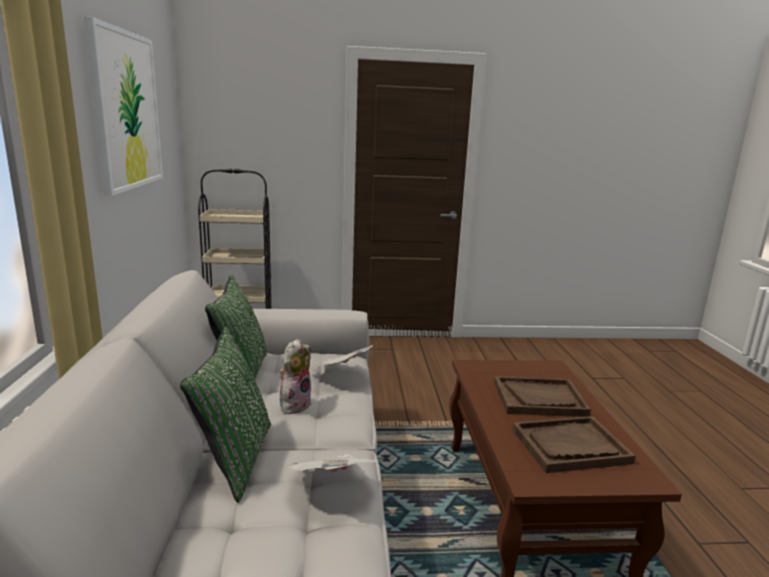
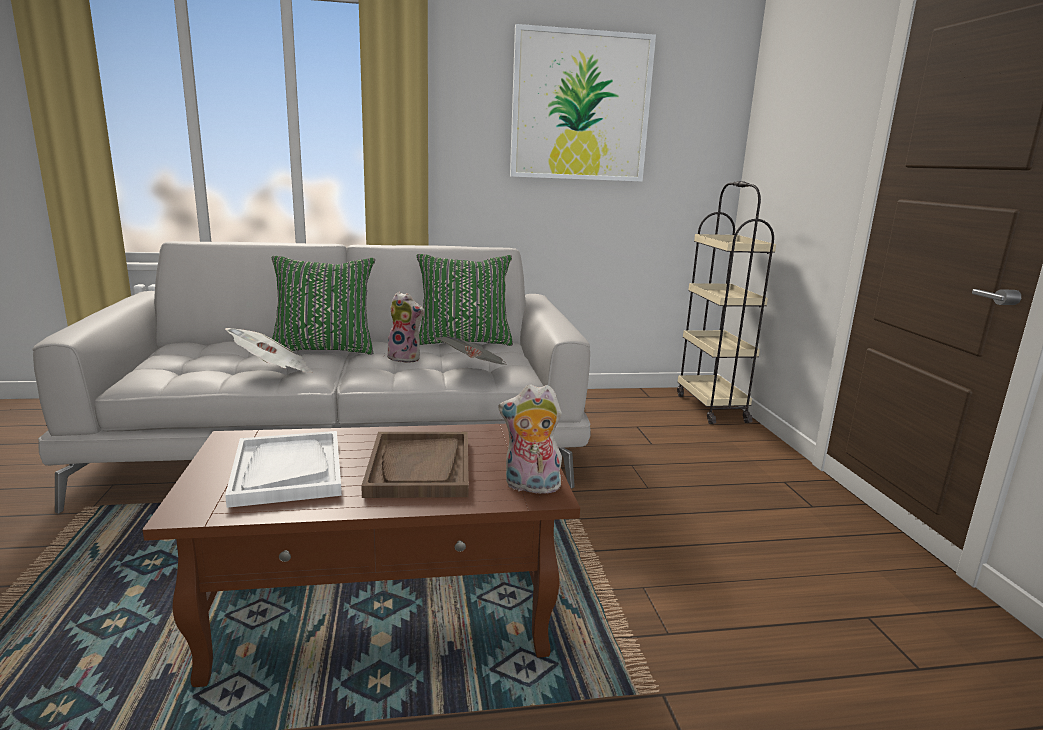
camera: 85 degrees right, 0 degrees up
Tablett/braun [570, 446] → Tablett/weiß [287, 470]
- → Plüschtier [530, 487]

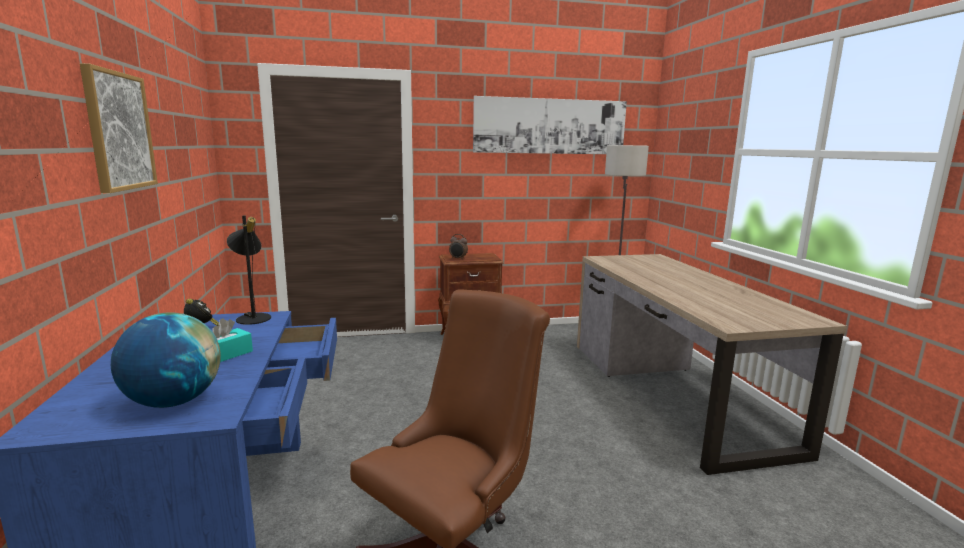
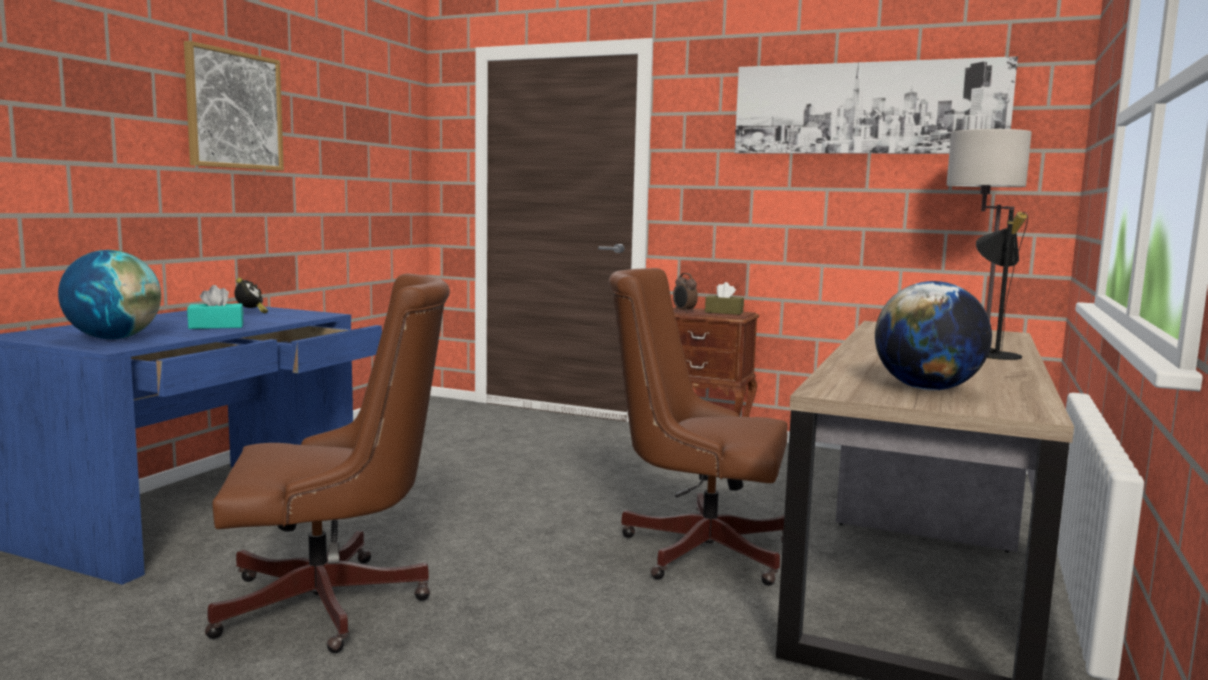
camera: 35 degrees right, 5 degrees down
Tischlampe/schwarz [253, 317] → Tischlampe/schwarz [993, 354], shifted
- → Bürostuhl/braun [695, 548]
- → Taschentuchbox/braun [724, 312]
- → Globus [927, 389]

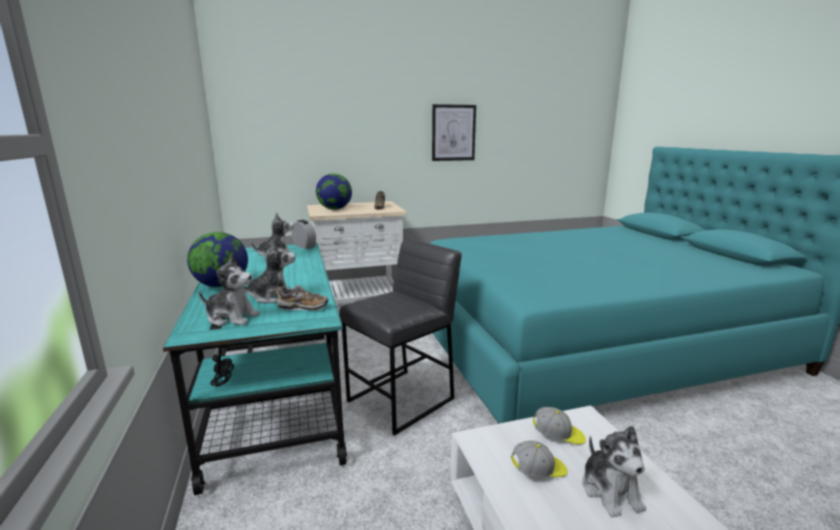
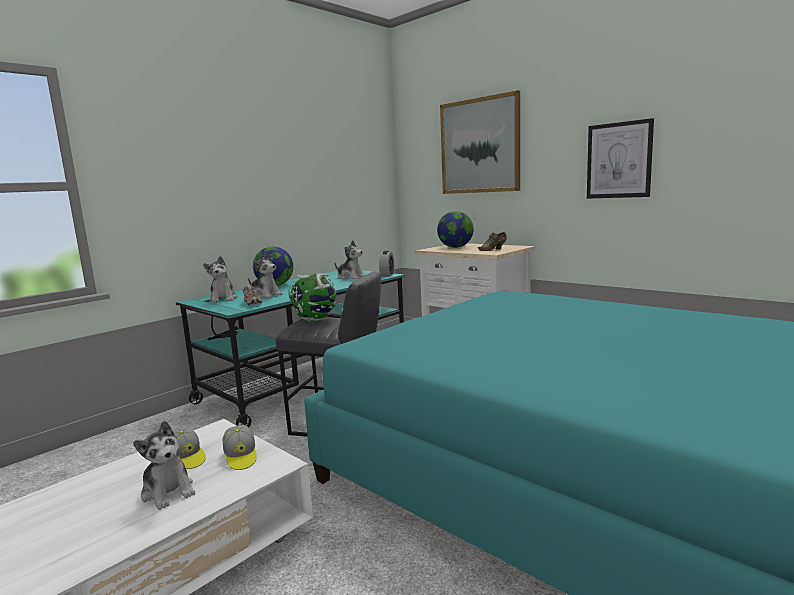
camera: 60 degrees right, 5 degrees down
Plüschtier [610, 491] → Plüschtier [168, 491], 90 degrees counterclockwise
- → Globus [315, 320]
- → Bild [479, 146]

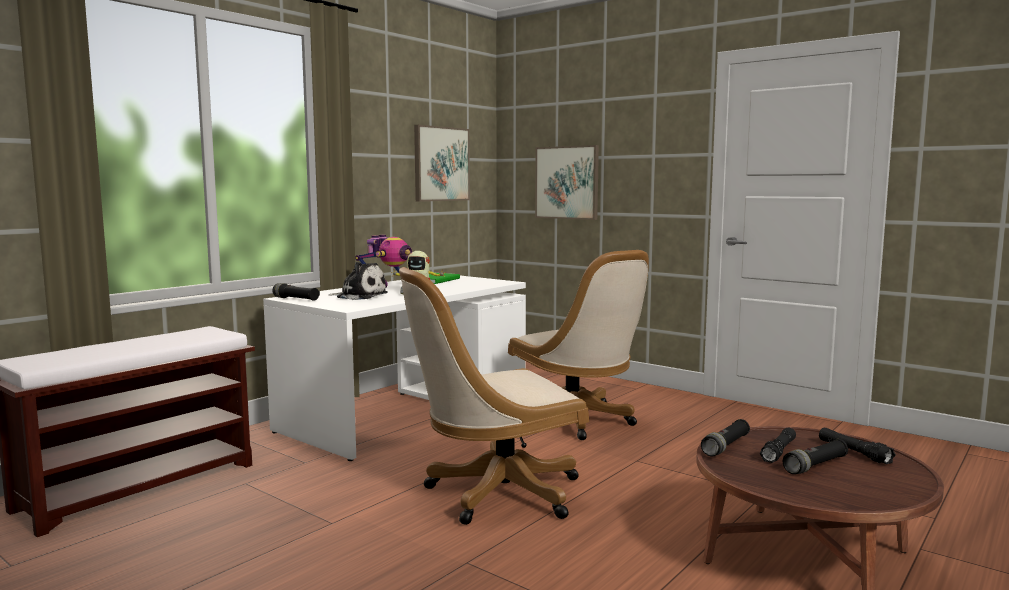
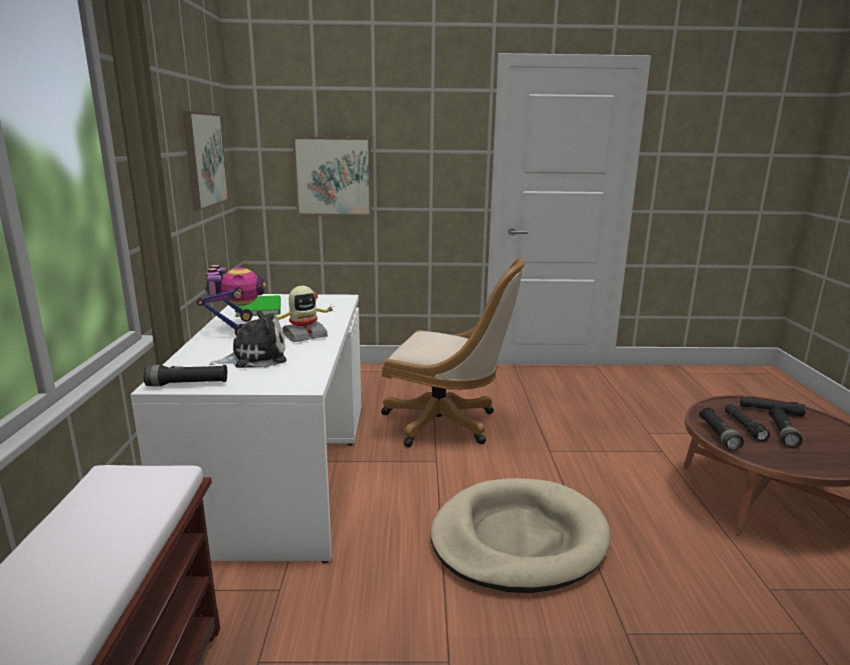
camera: 40 degrees left, 10 degrees up
Bürostuhl [493, 494] → Hundebett/beige [518, 539]

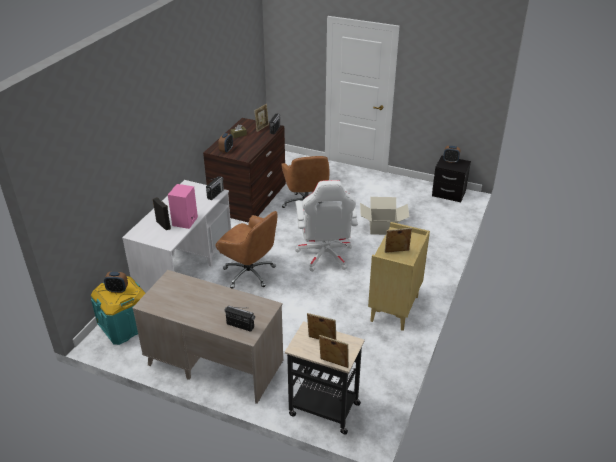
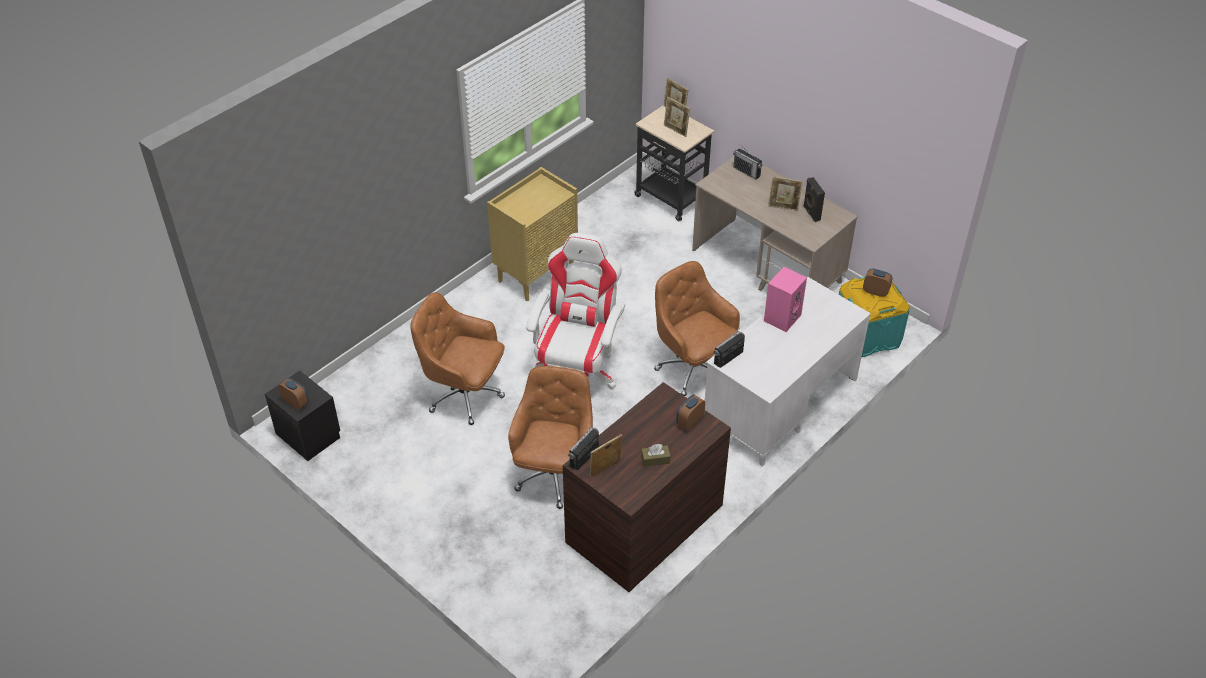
camera: 160 degrees left, 10 degrees up
Lautsprecher/schwarz [164, 225] → Lautsprecher/schwarz [811, 213], shifted
Karton [383, 228] → Bürostuhl/braun [465, 395]
Bilderrahmen [396, 252] → Bilderrahmen [783, 207], shifted

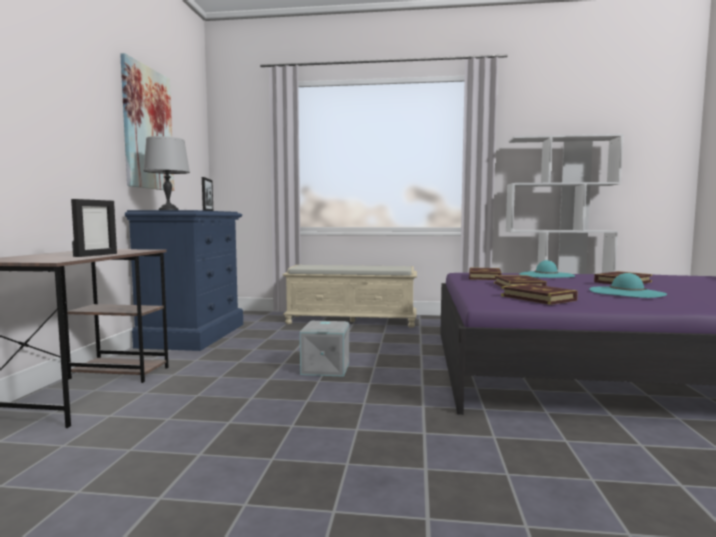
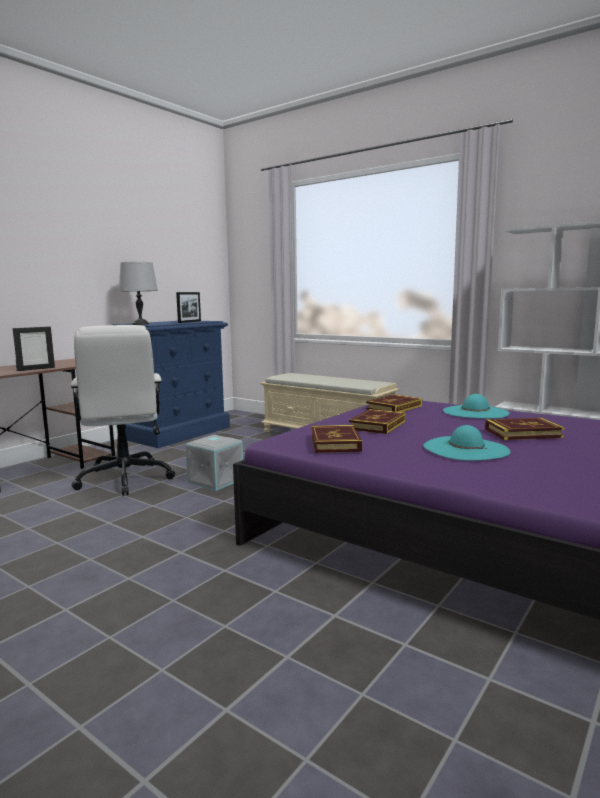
camera: 30 degrees right, 5 degrees up
Bild [147, 128] → -
- → Bürostuhl/weiß [125, 481]

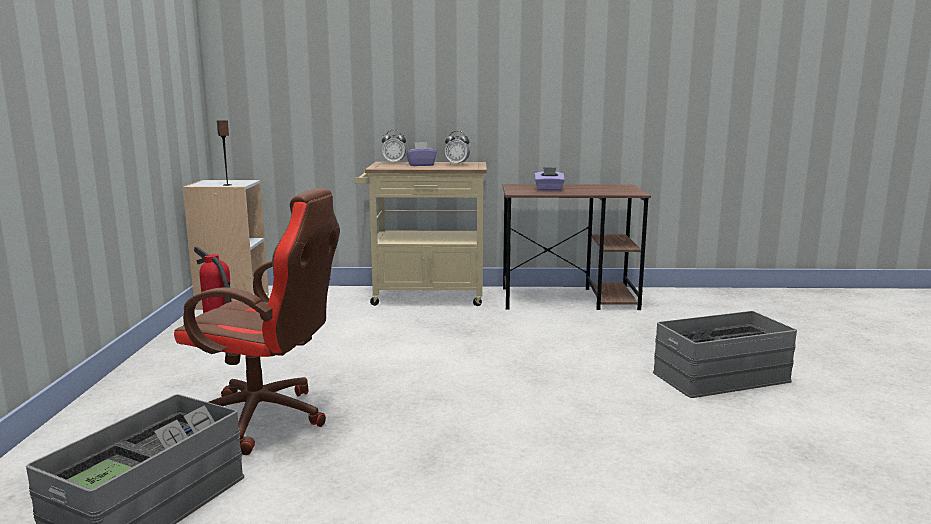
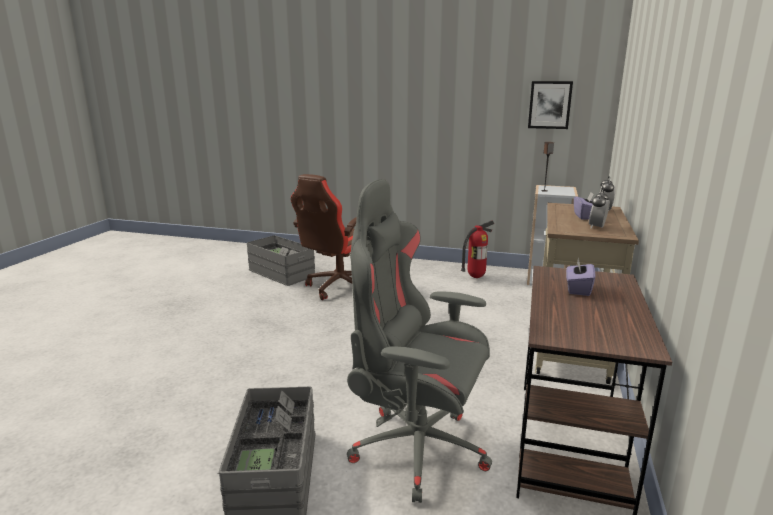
camera: 105 degrees right, 5 degrees up
- → Bürostuhl/grau [420, 450]
- → Bild [549, 105]

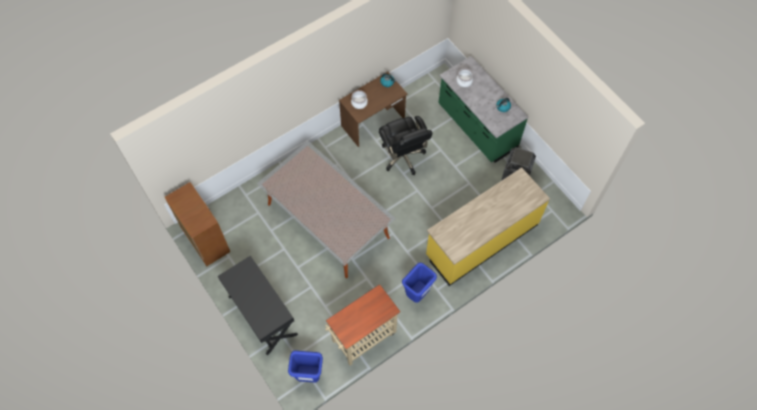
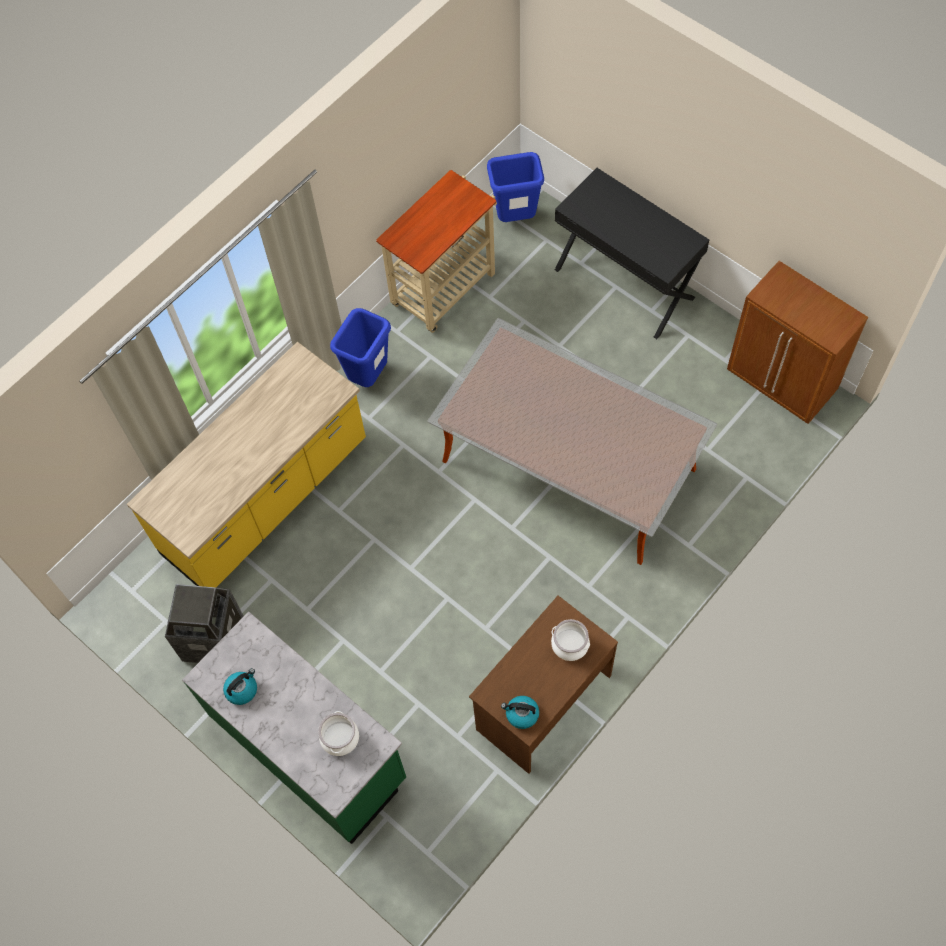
camera: 170 degrees right, 0 degrees up
Bürostuhl/schwarz [403, 158] → -

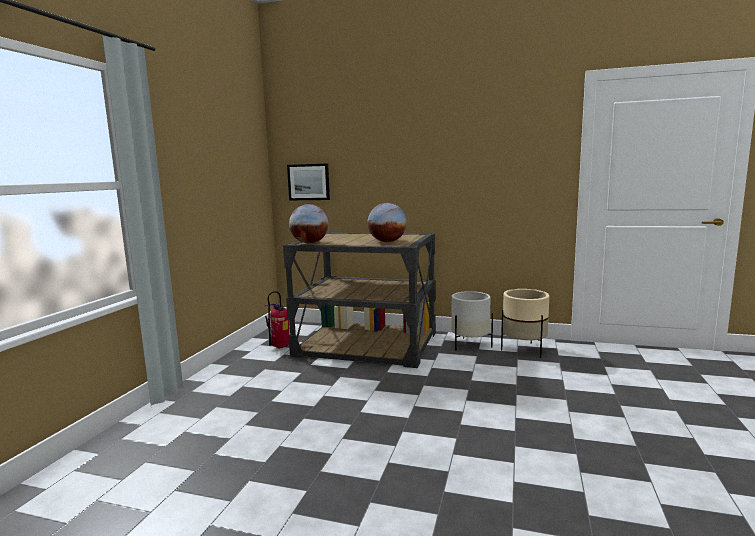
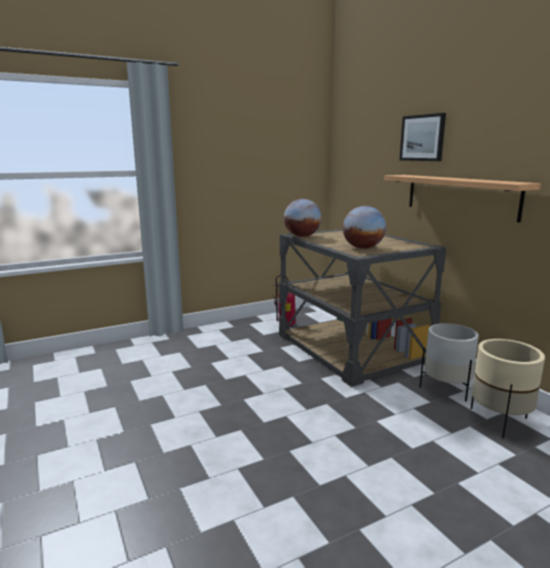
camera: 45 degrees right, 5 degrees up
Bild [309, 182] → Bild [422, 138], shifted
- → Wandregal [460, 196]

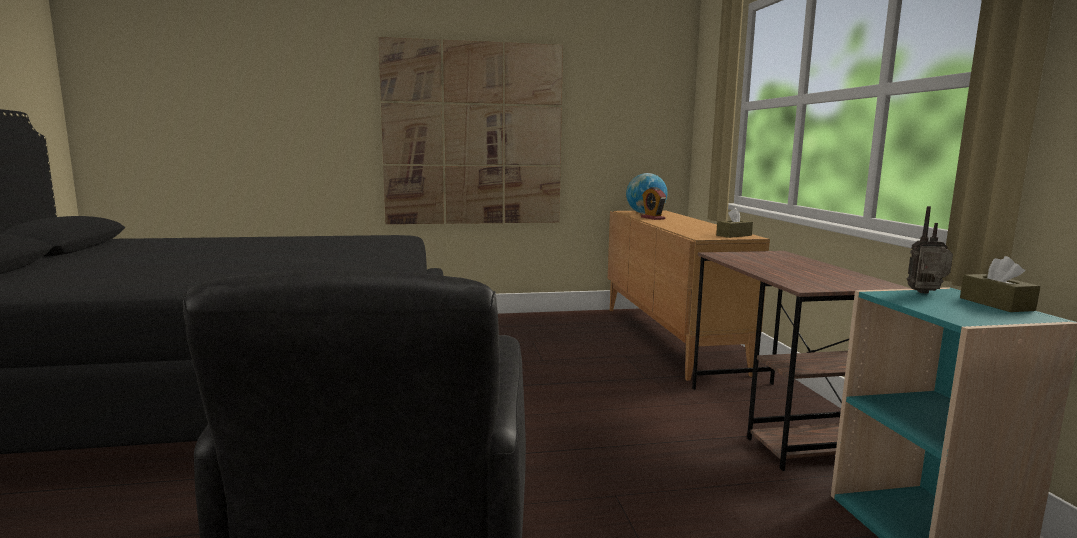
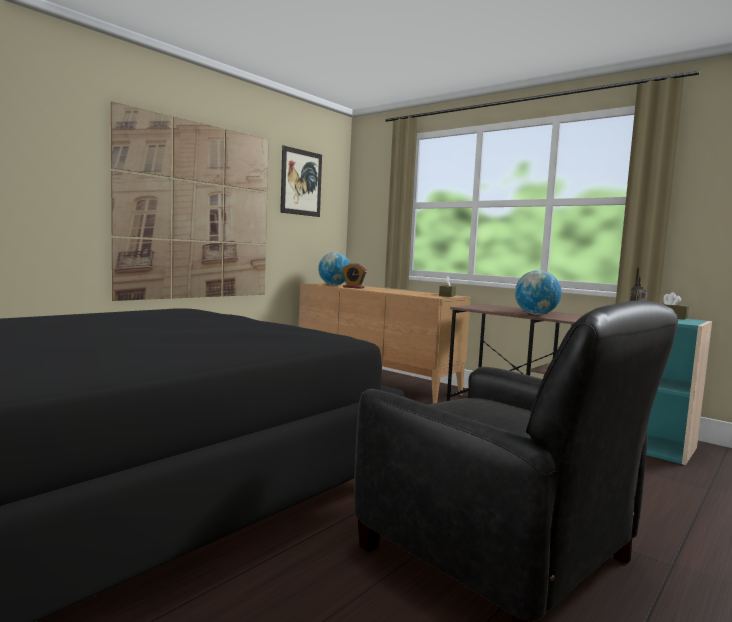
camera: 40 degrees left, 5 degrees down
- → Bild [301, 182]
- → Globus [535, 314]

